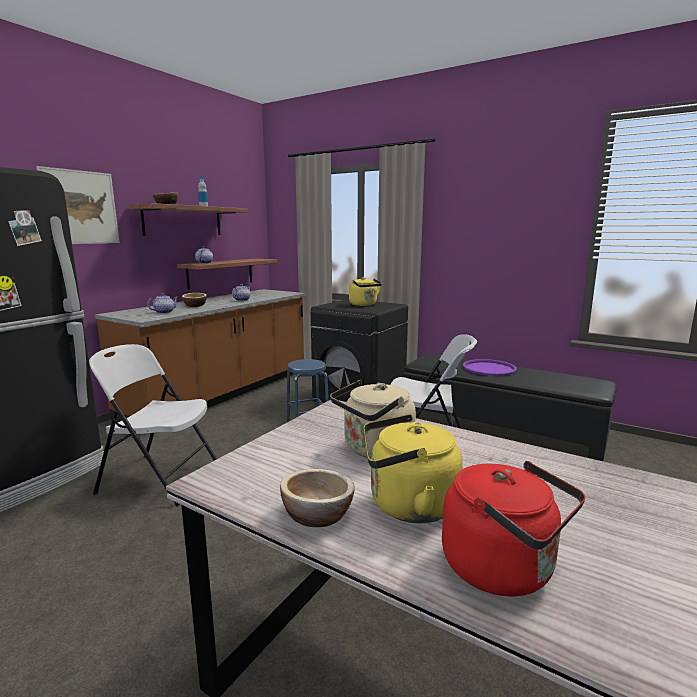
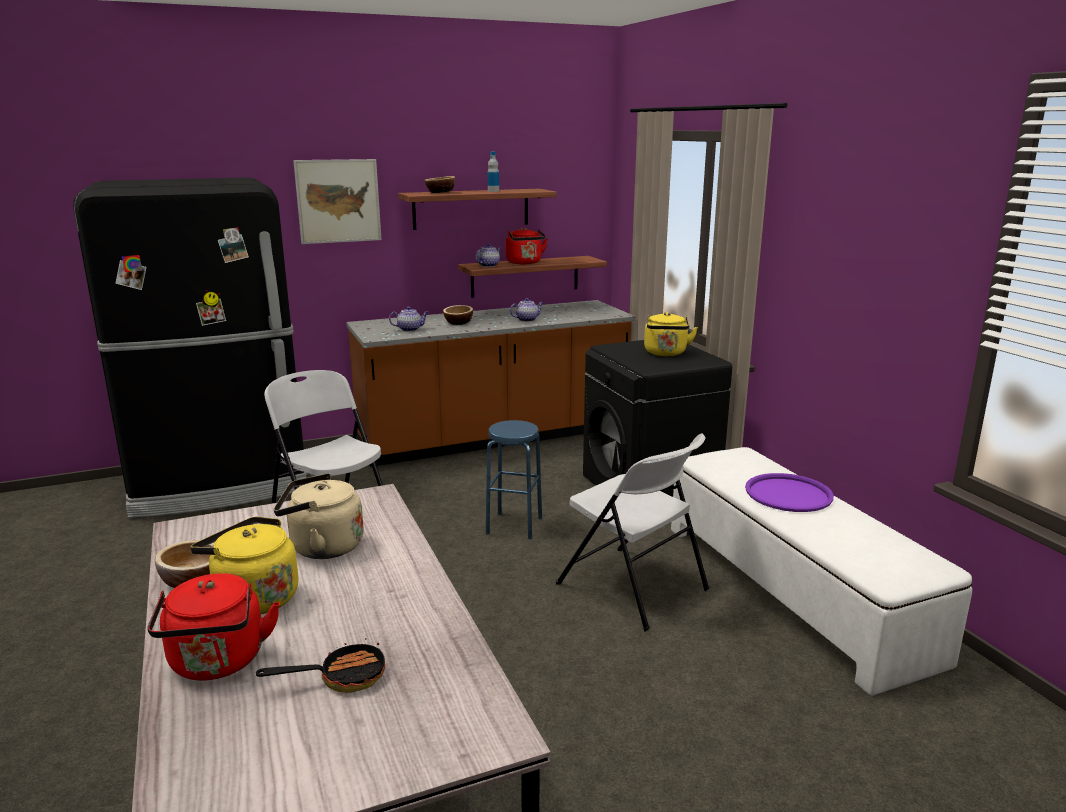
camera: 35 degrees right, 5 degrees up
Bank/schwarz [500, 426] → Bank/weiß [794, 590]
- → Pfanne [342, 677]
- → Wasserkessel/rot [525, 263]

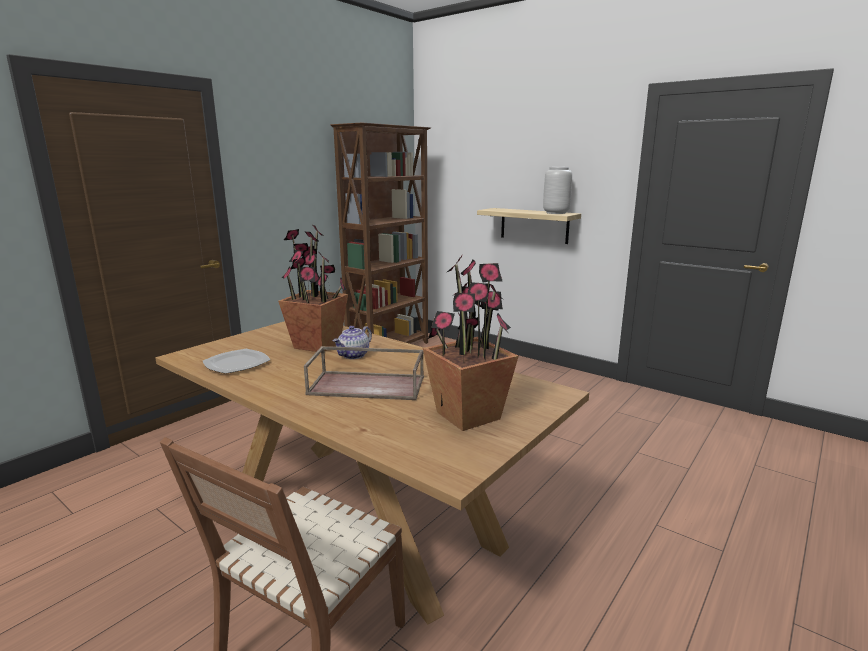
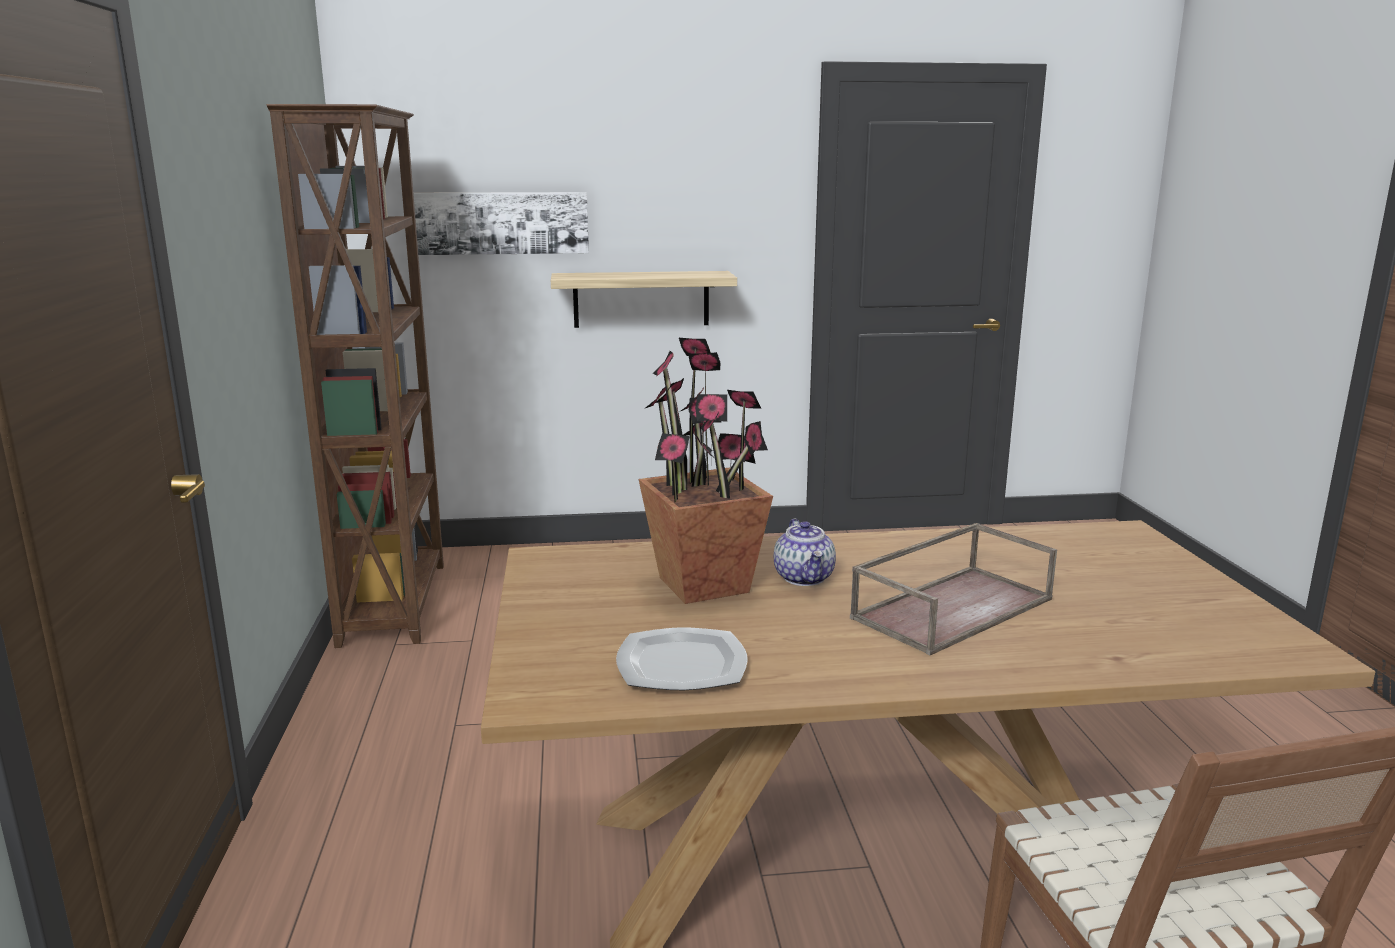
camera: 45 degrees left, 0 degrees up
Topfpflanze [468, 415] → -
Vase/grau [556, 213] → -
- → Bild [497, 223]

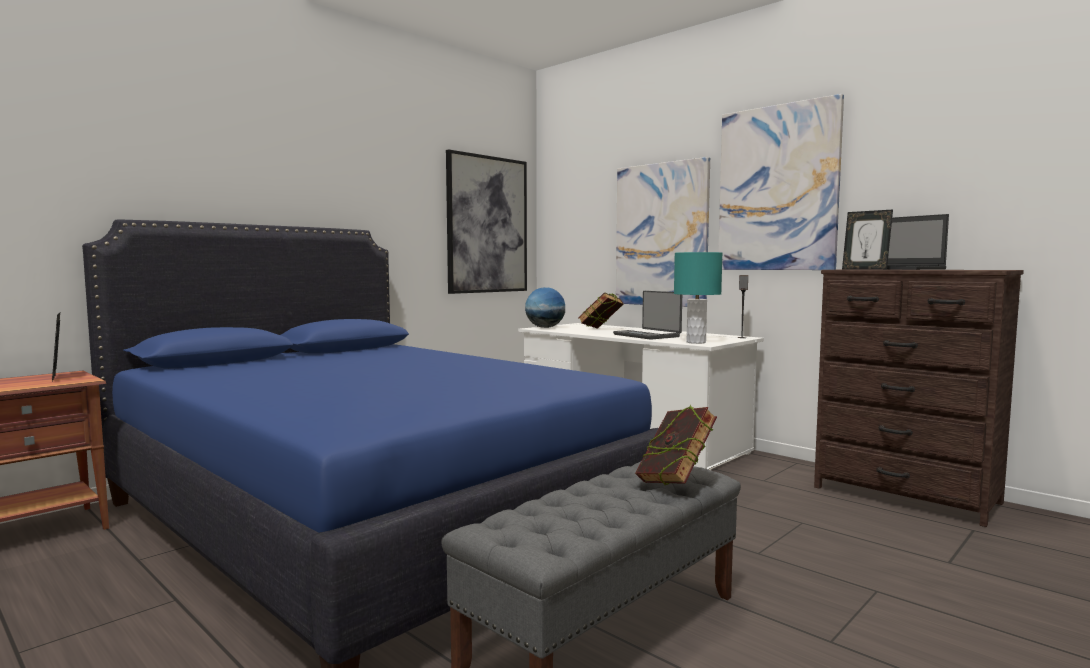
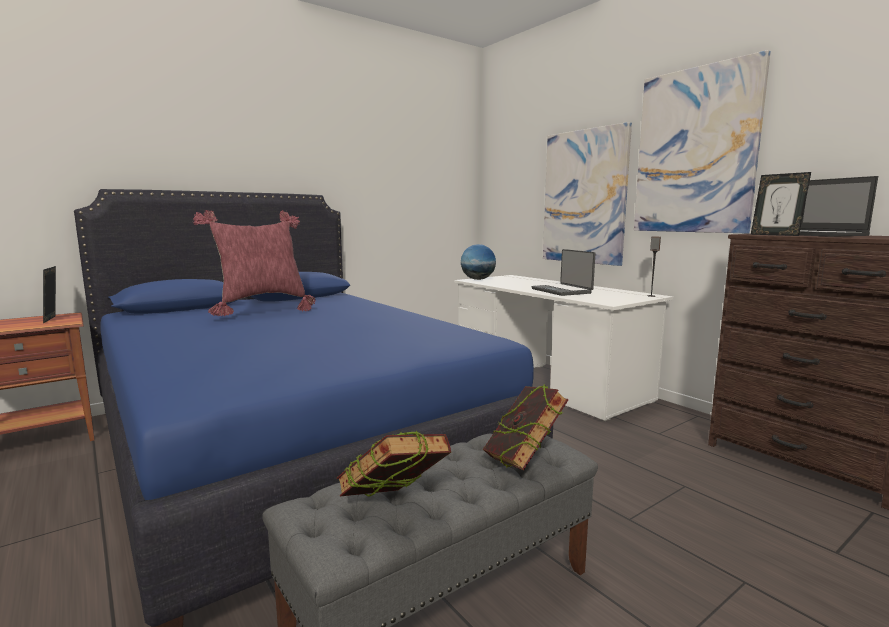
camera: 10 degrees right, 5 degrees up
Bild [487, 225] → -
Buch [600, 330] → Buch [393, 509], shifted
Tischlampe/türkis [696, 342] → -
- → Kissen/rot [260, 313]

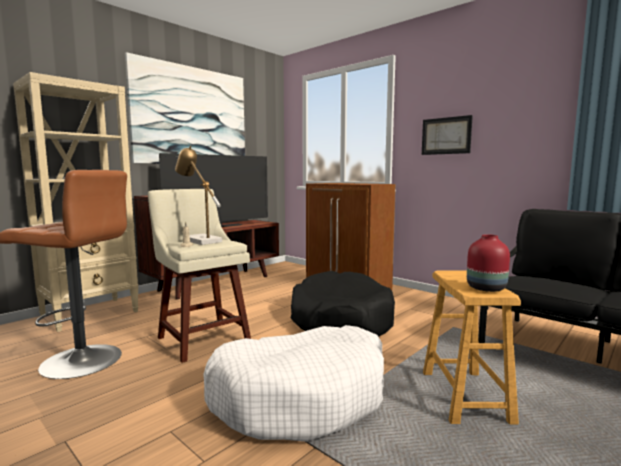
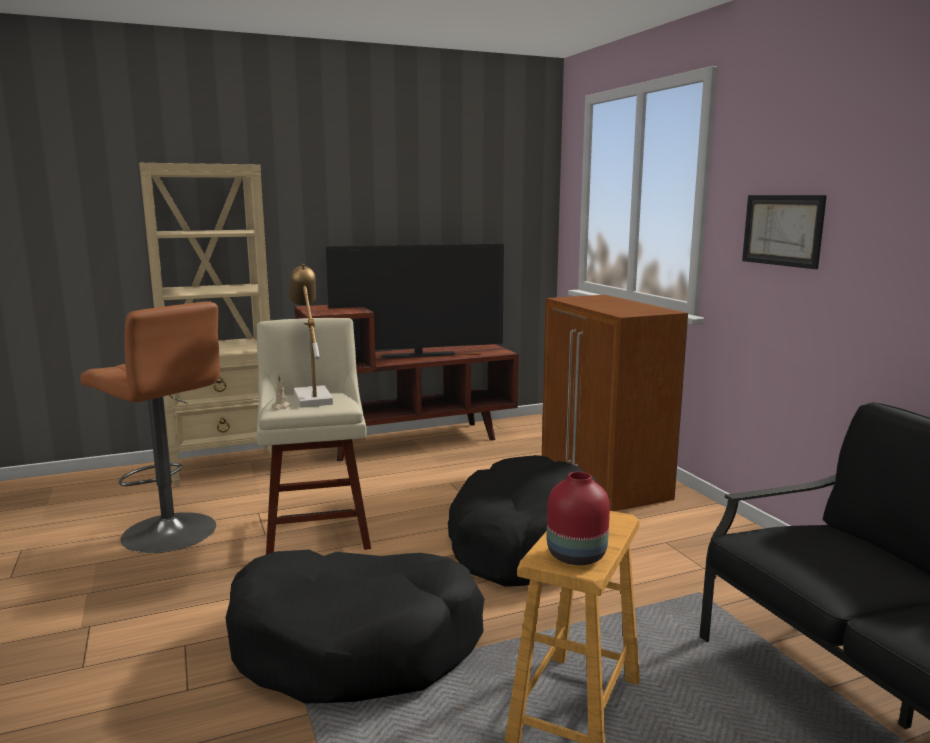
camera: 25 degrees right, 5 degrees up
Bild [191, 116] → -
Hundebett/weiß [301, 396] → Hundebett/schwarz [356, 644]

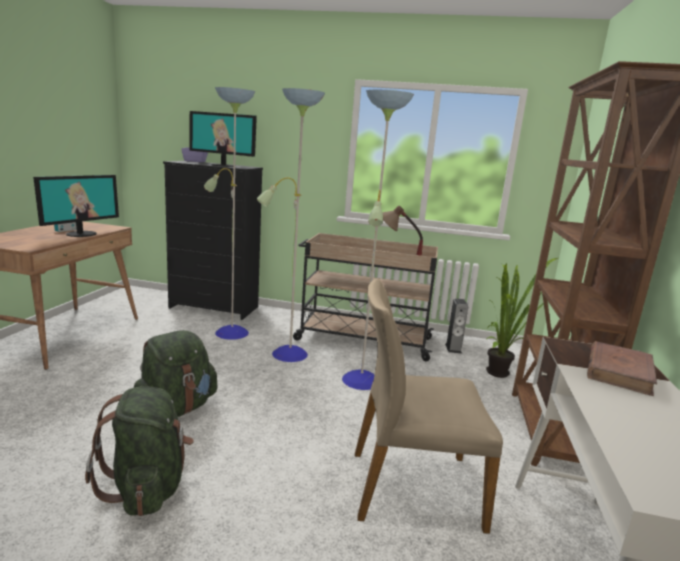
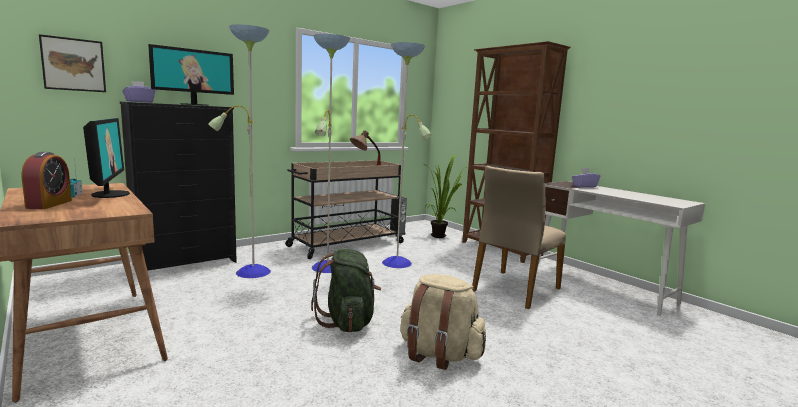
camera: 50 degrees left, 5 degrees down
Rucksack/grün [147, 487] → Rucksack/beige [439, 354]
Buch/braun [619, 371] → Taschentuchbox/lila [584, 186]
- → Wecker [49, 204]
- → Bild [73, 64]

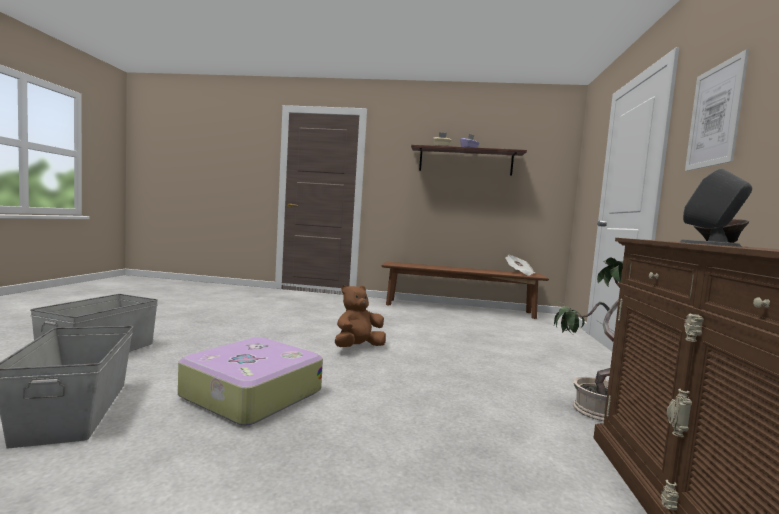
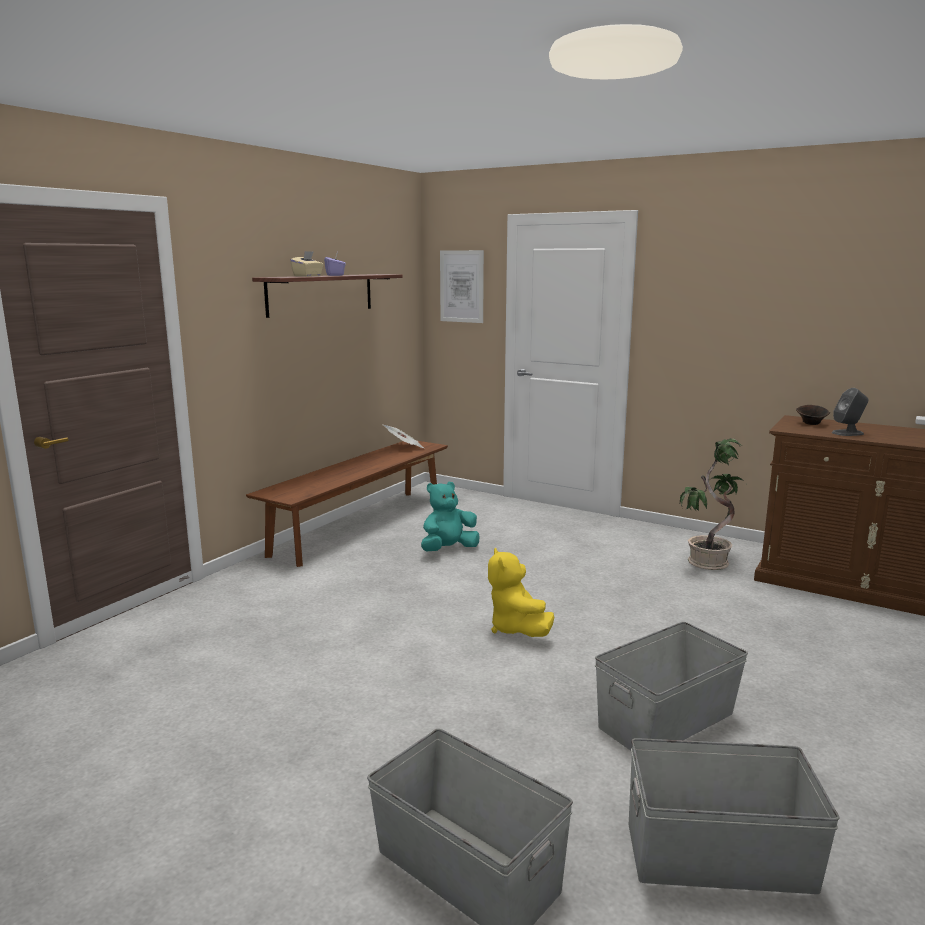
camera: 65 degrees left, 10 degrees up
Koffer [250, 394] → Aufbewahrungsbox/grau [667, 720]
Plüschtier/braun [358, 347] → Plüschtier/gelb [516, 629]
Bild [715, 116] → Bild [461, 286], shifted
- → Plüschtier/türkis [448, 549]

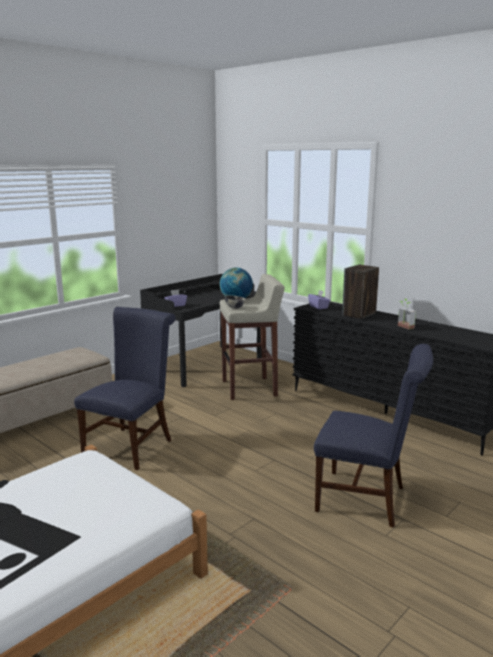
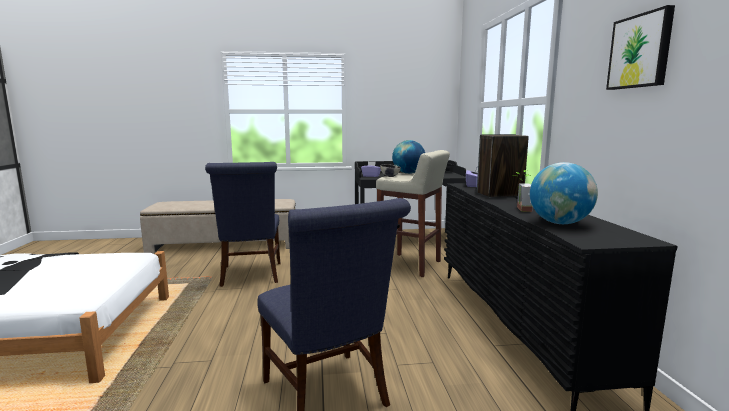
camera: 40 degrees right, 5 degrees down
Stuhl/blau [131, 445] → Stuhl/blau [251, 276], 105 degrees clockwise
- → Globus [559, 223]
- → Bild [640, 51]

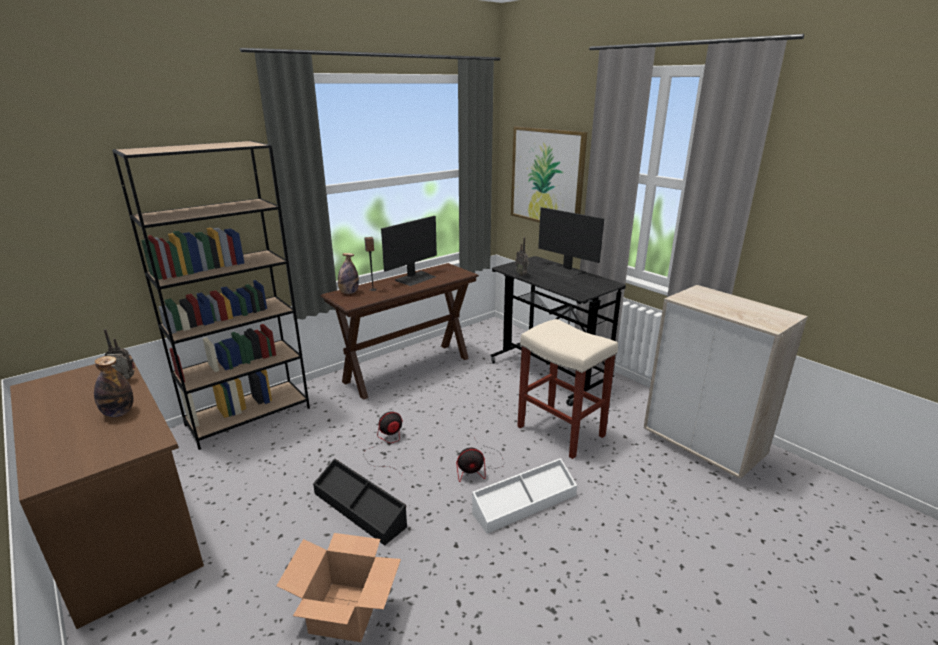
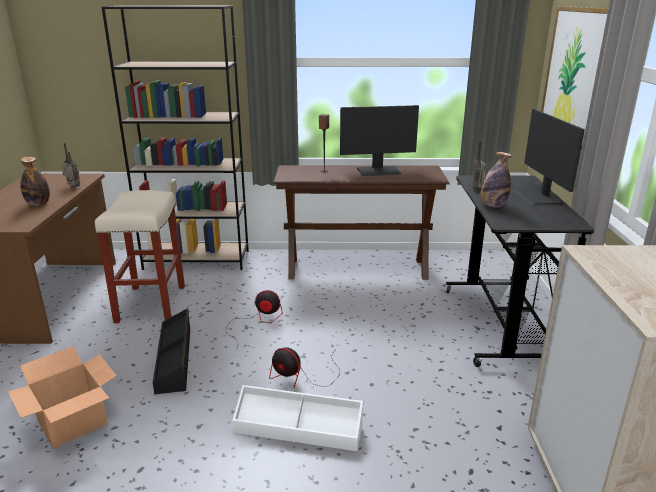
camera: 40 degrees right, 0 degrees up
Flasche [349, 292] → Flasche [493, 205], shifted
Hocker/beige [562, 431] → Hocker/beige [151, 304], shifted

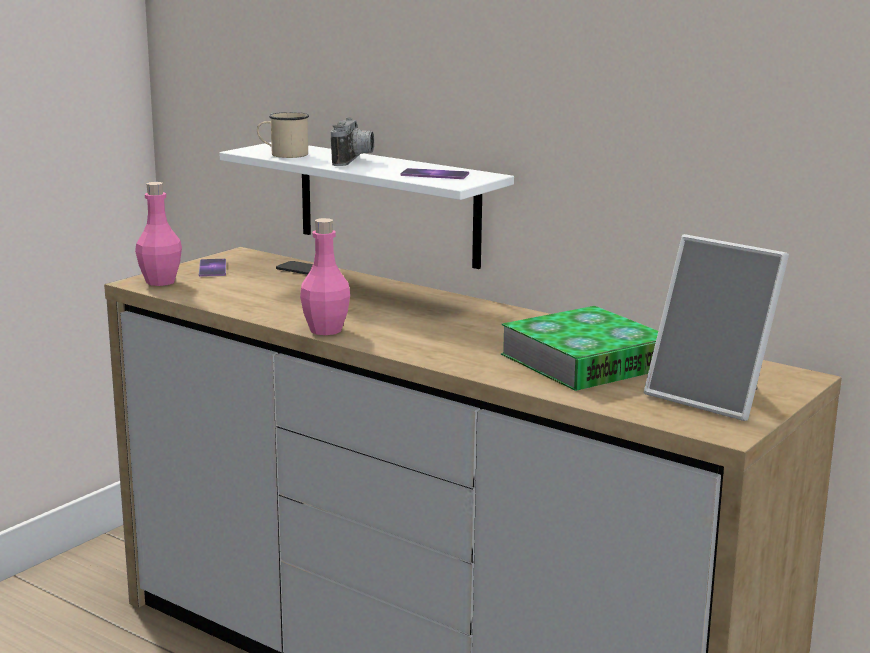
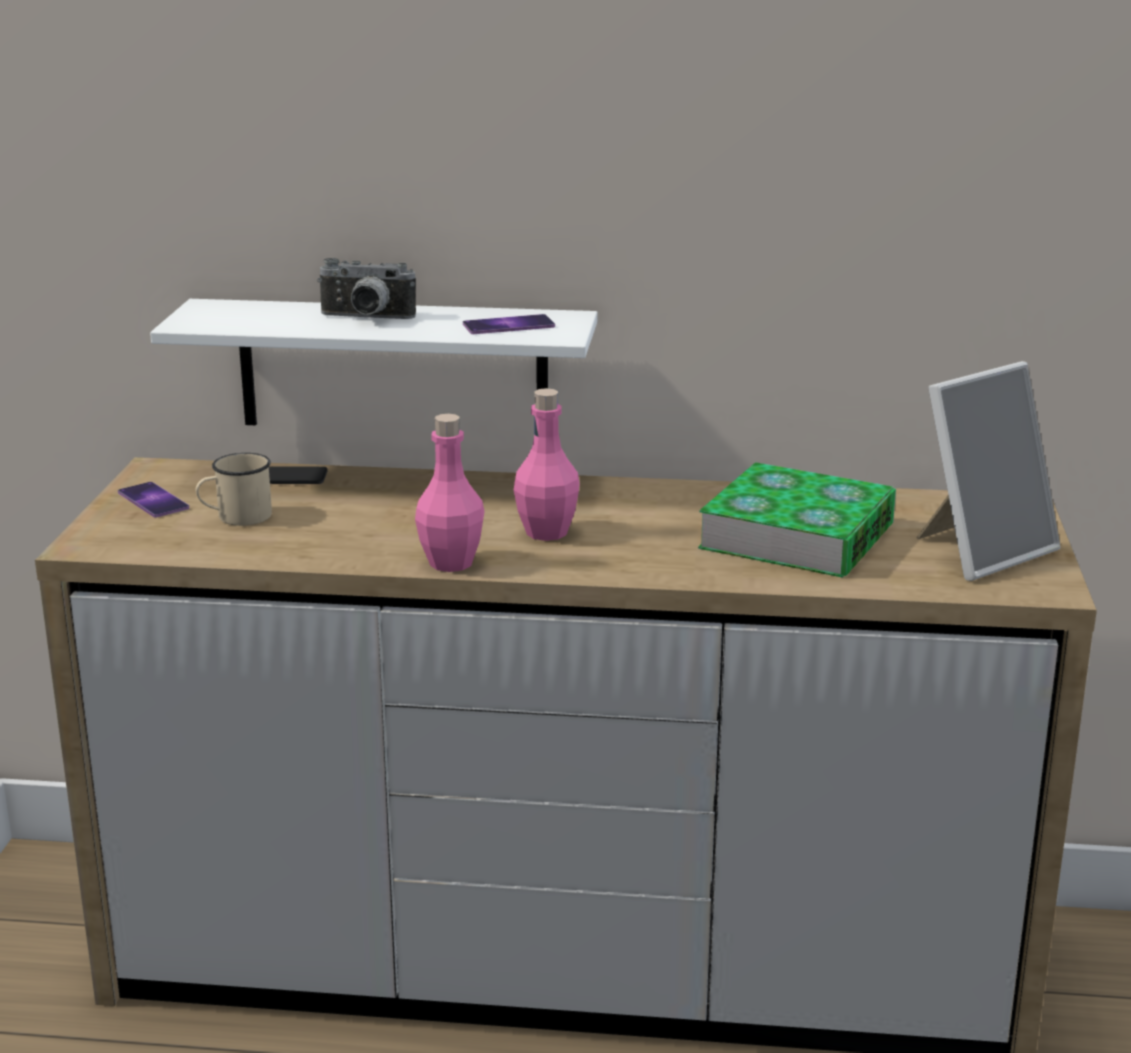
camera: 30 degrees left, 5 degrees up
Flasche/rosa [160, 282] → Flasche/rosa [546, 532], shifted
Henkelbecher/beige [283, 154] → Henkelbecher/beige [236, 517], shifted
Kamera [354, 161] → Kamera [366, 319], 120 degrees clockwise
Bilderrahmen [713, 398] → Bilderrahmen [980, 551], 45 degrees counterclockwise

